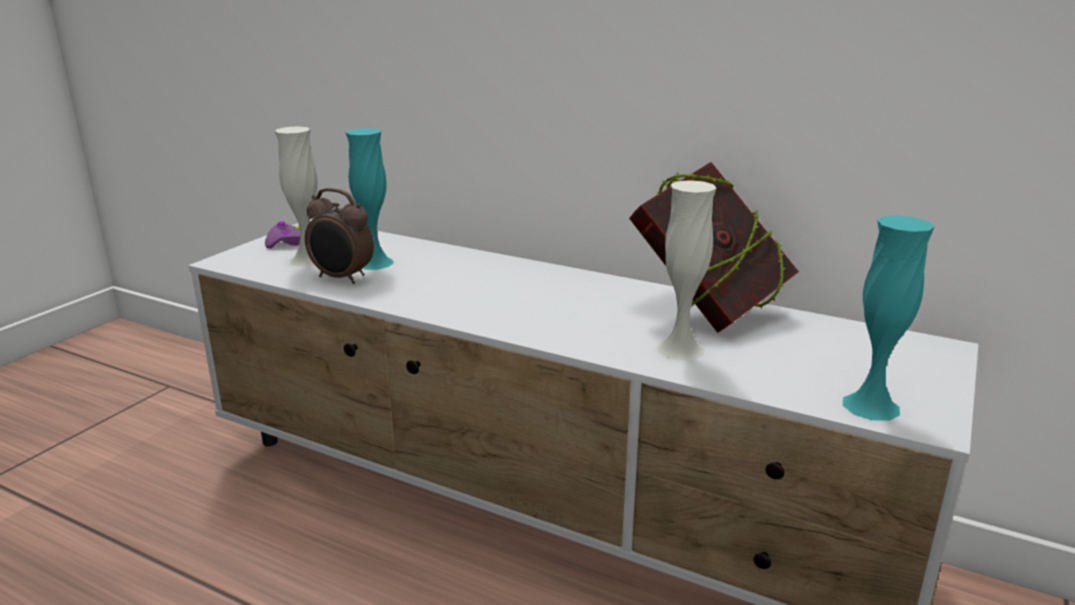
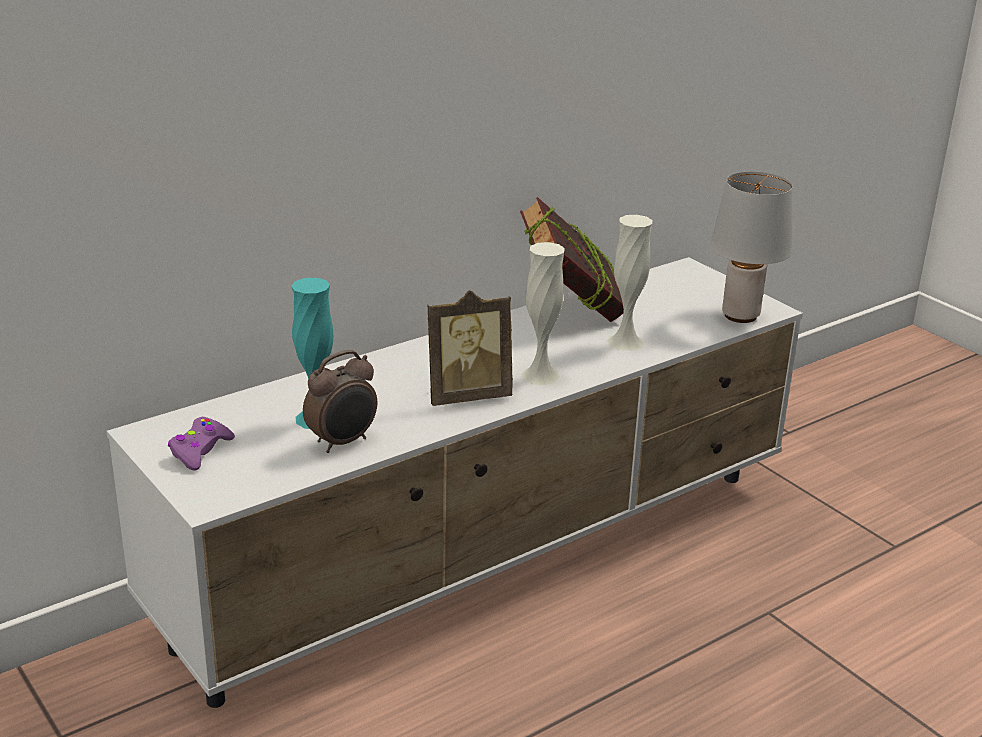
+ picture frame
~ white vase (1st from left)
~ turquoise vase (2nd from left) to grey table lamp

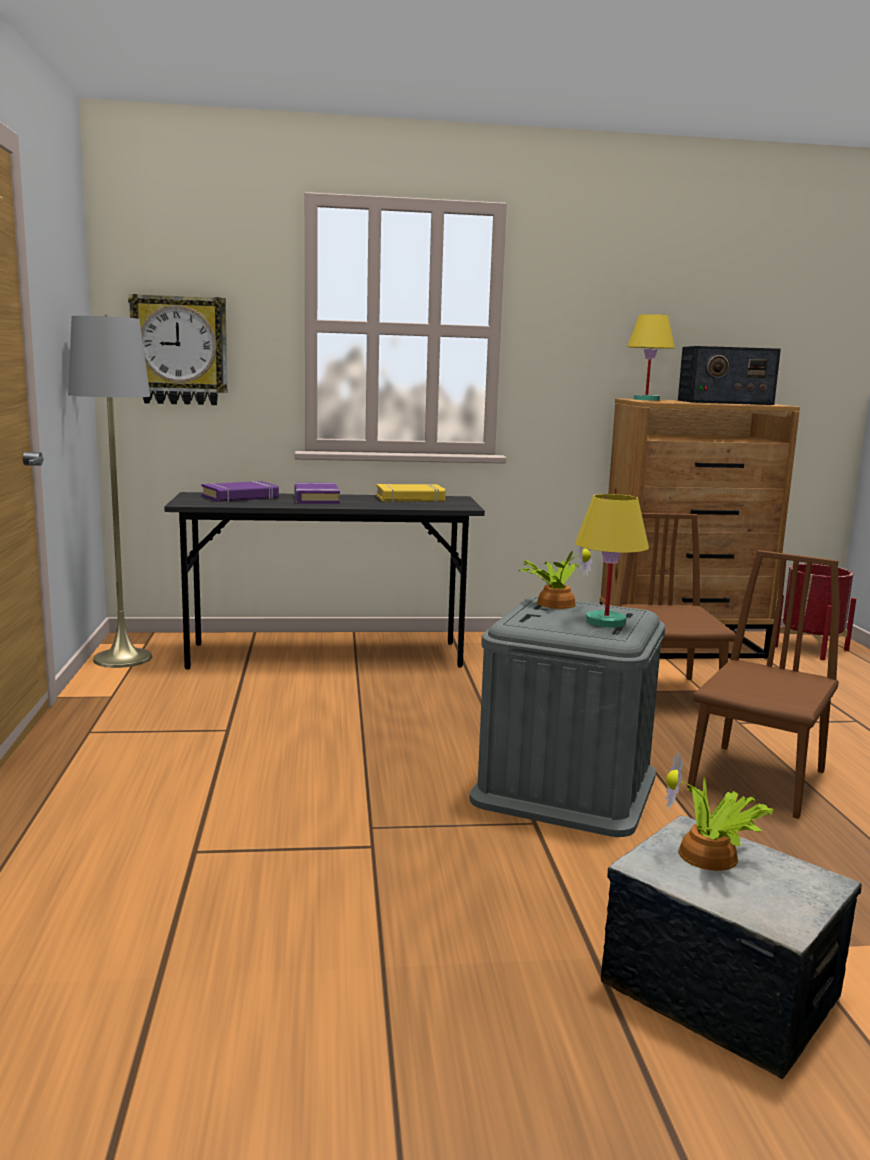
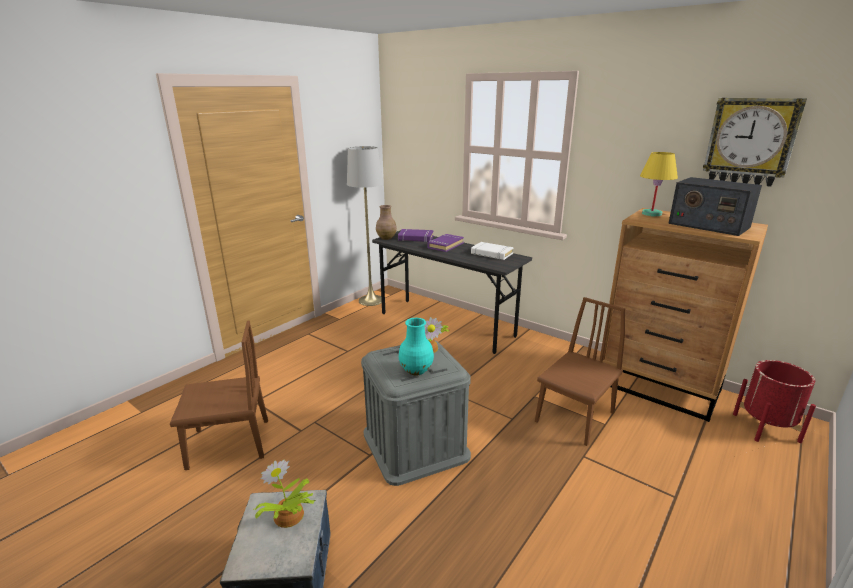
+ brown vase
~ wall clock
~ brown chair (2nd from left in the first image) to brown chair (1st from left)
~ yellow table lamp (1st from left) to turquoise vase
~ yellow book to white book

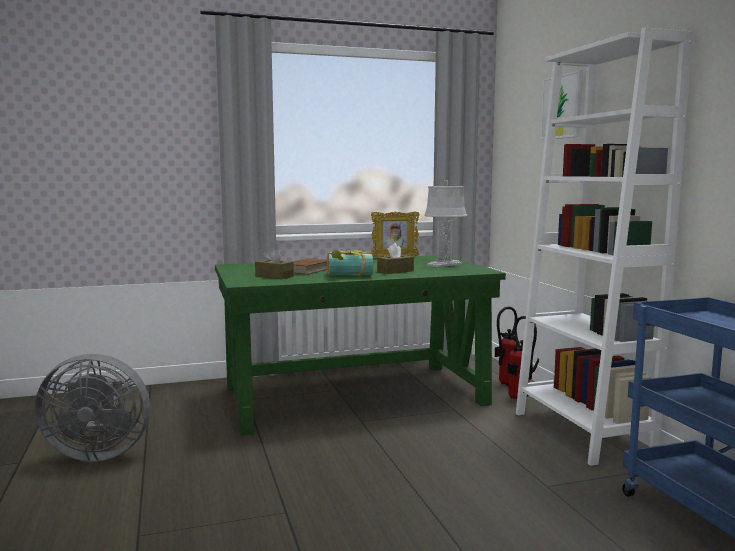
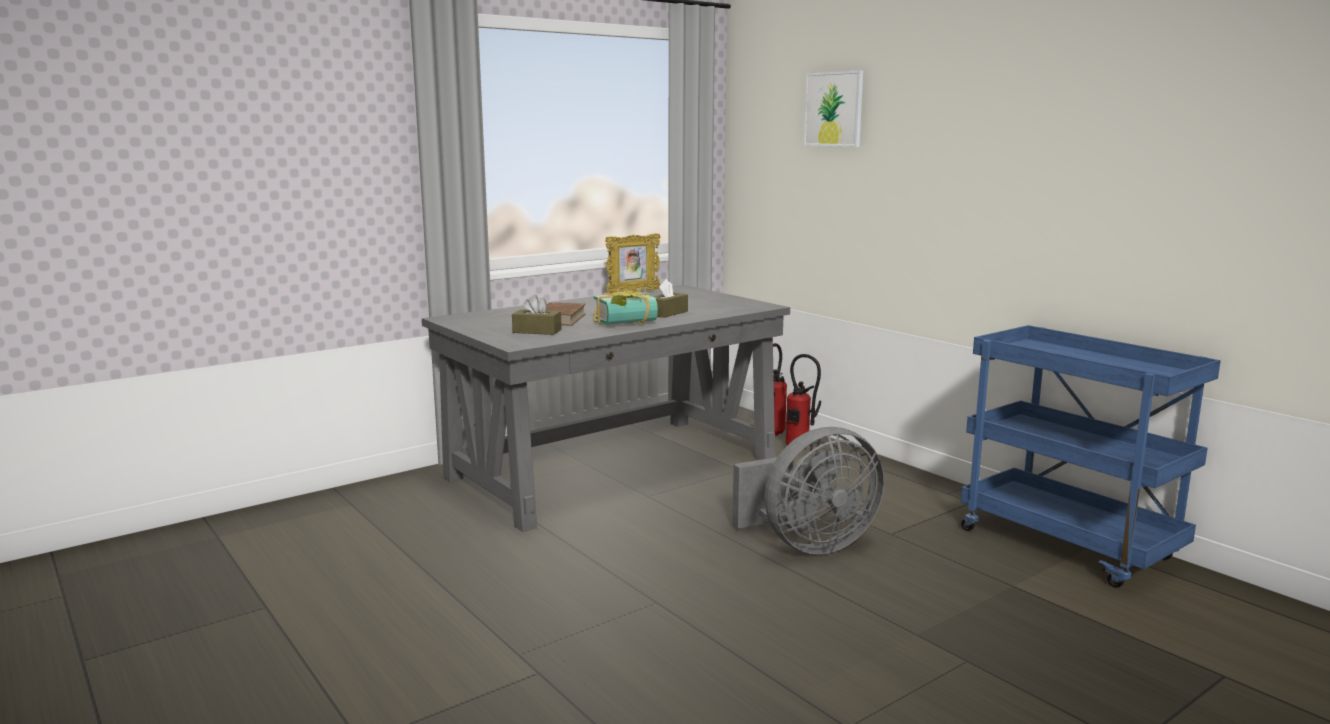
- grey table lamp
- white bookcase
~ grey fan
~ green desk to grey desk

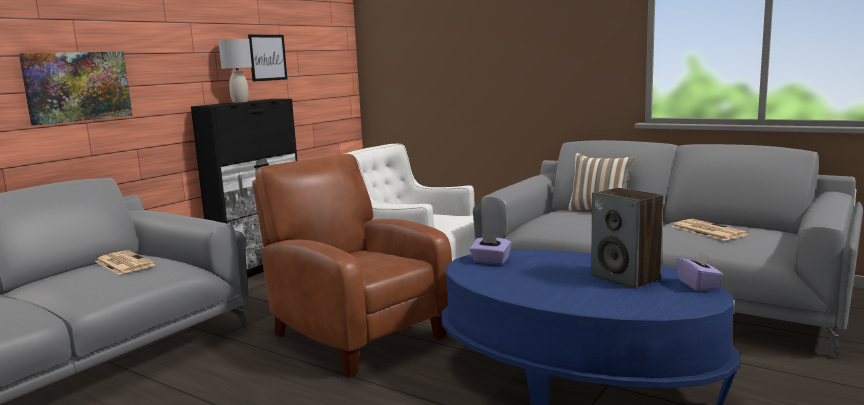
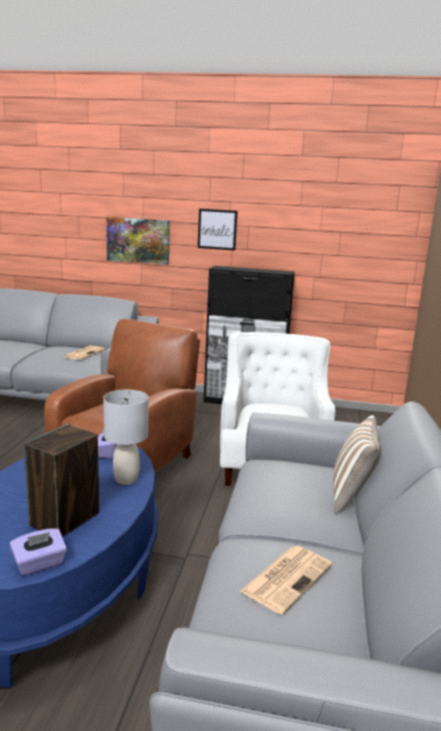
~ grey table lamp
~ picture (2nd from left)

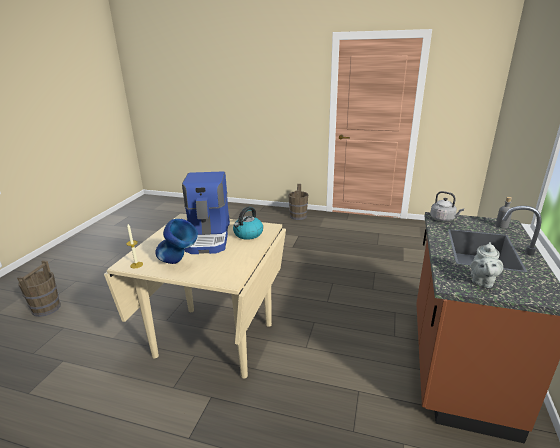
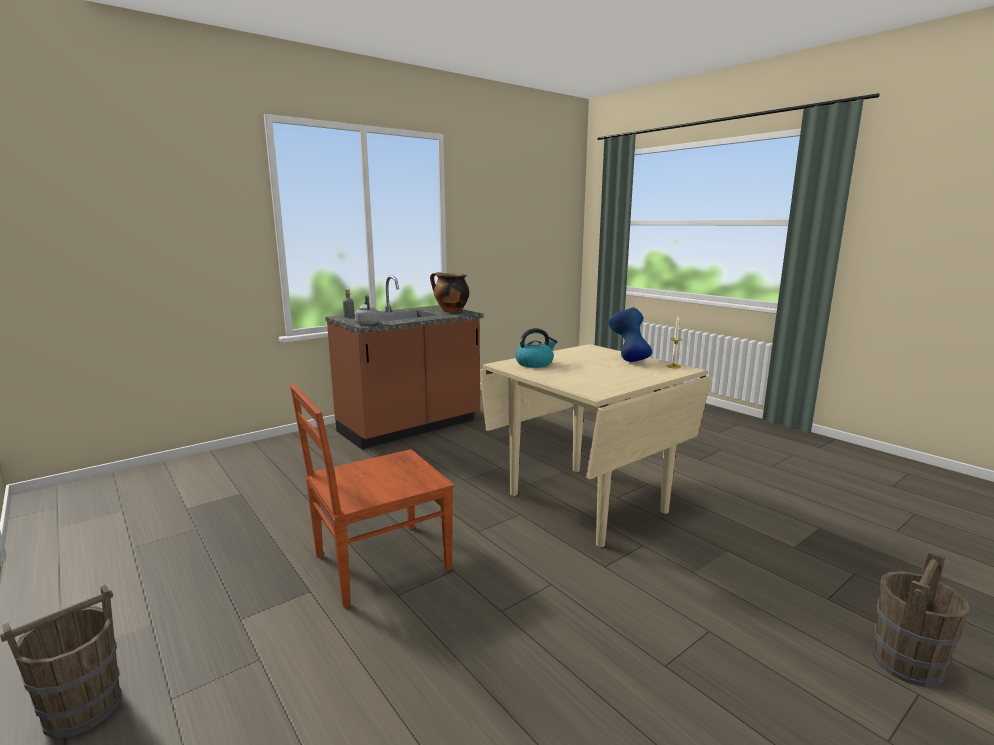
- coffee machine
+ brown chair
~ grey teapot to cooking pot

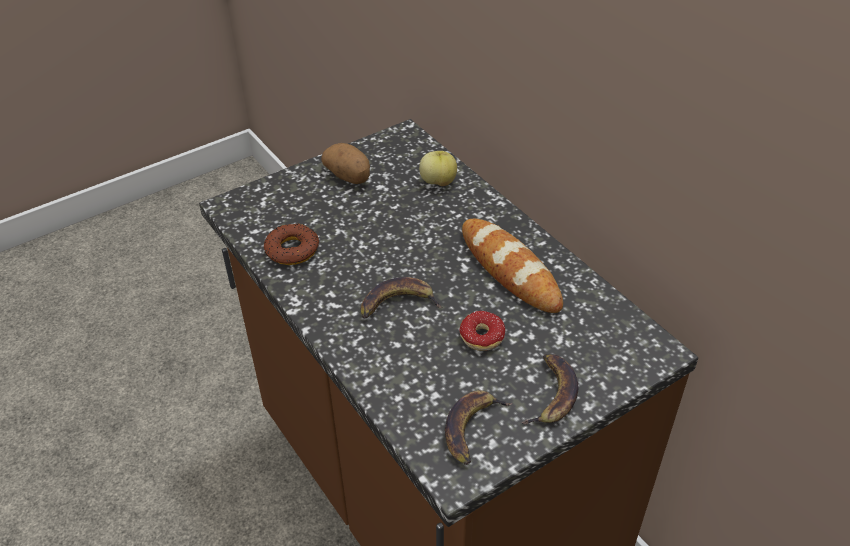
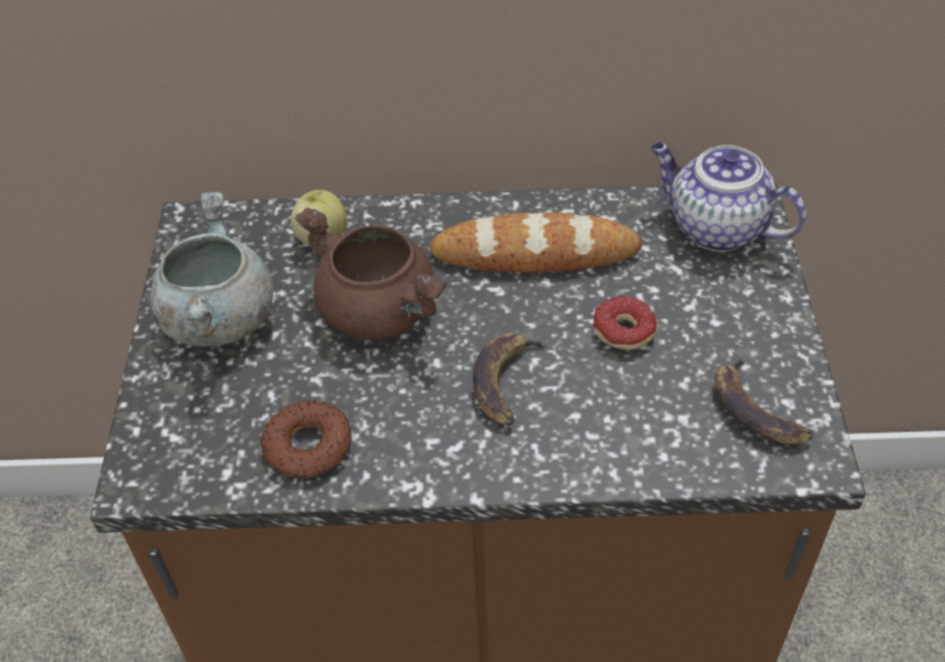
- banana (3rd from left)
+ brown cooking pot
+ teapot
~ potato to grey cooking pot

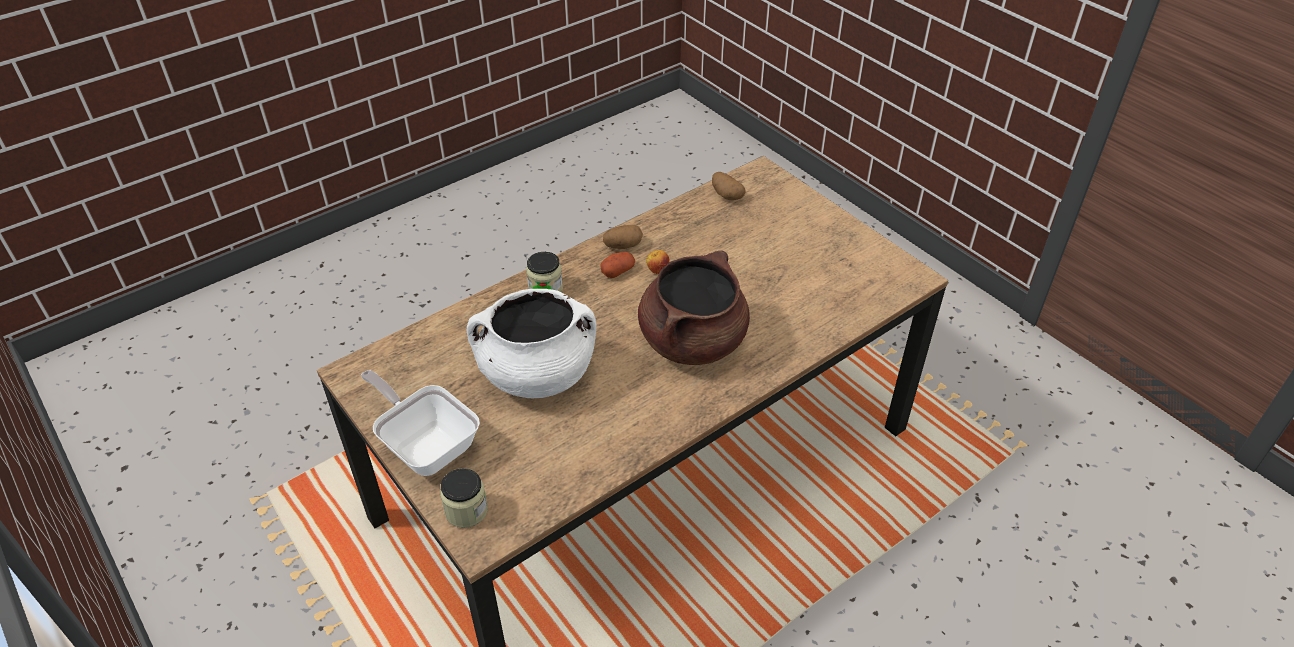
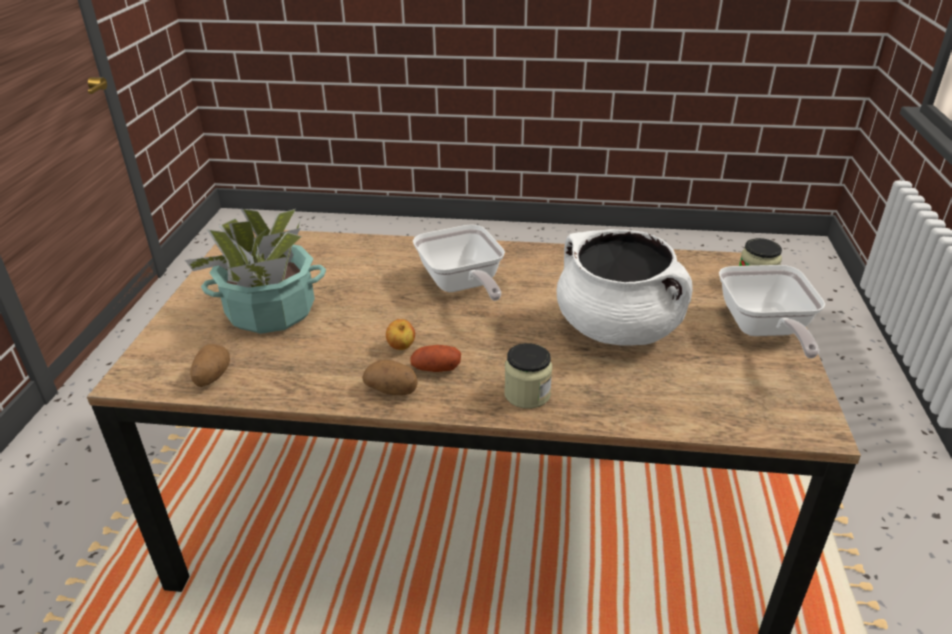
+ potted plant
~ brown cooking pot to frying pan (1st from left)

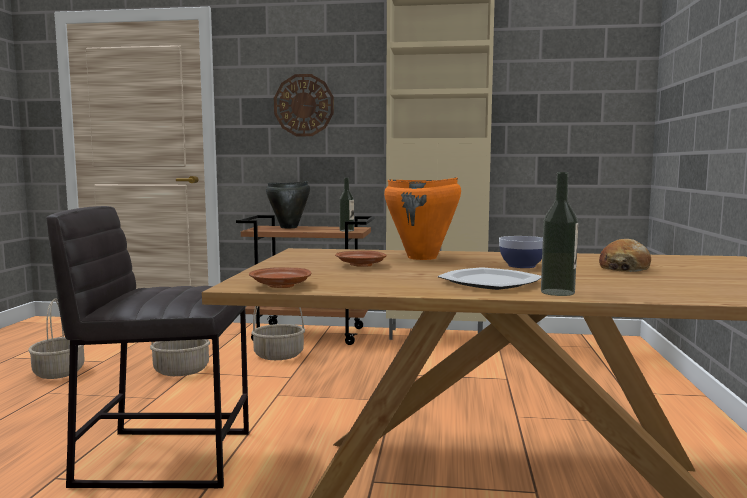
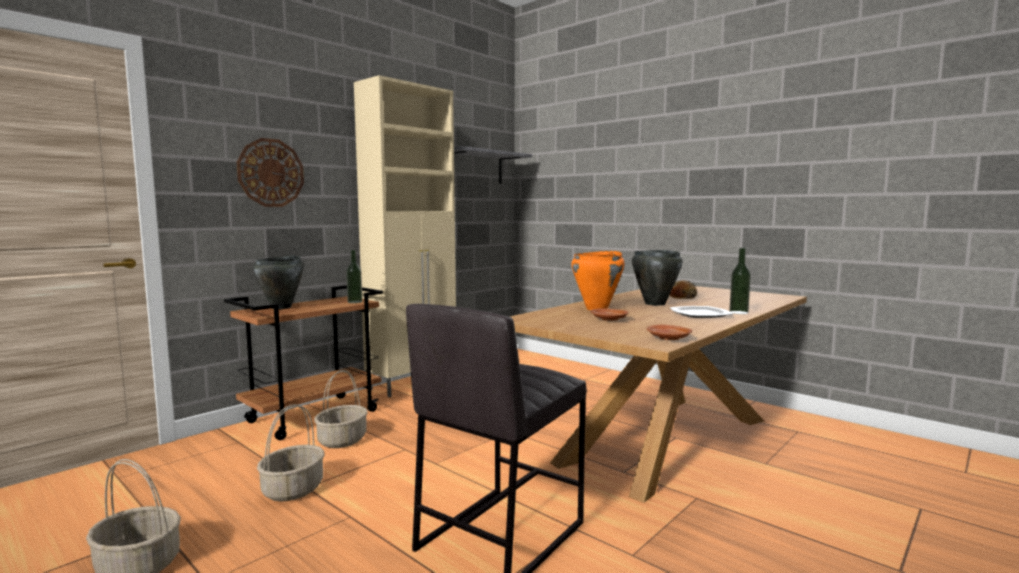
+ grey shelf
~ bowl to black cooking pot (2nd from left)

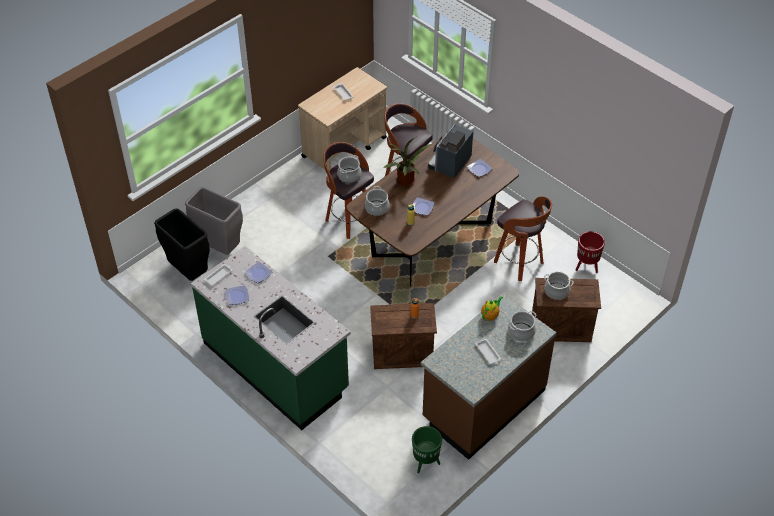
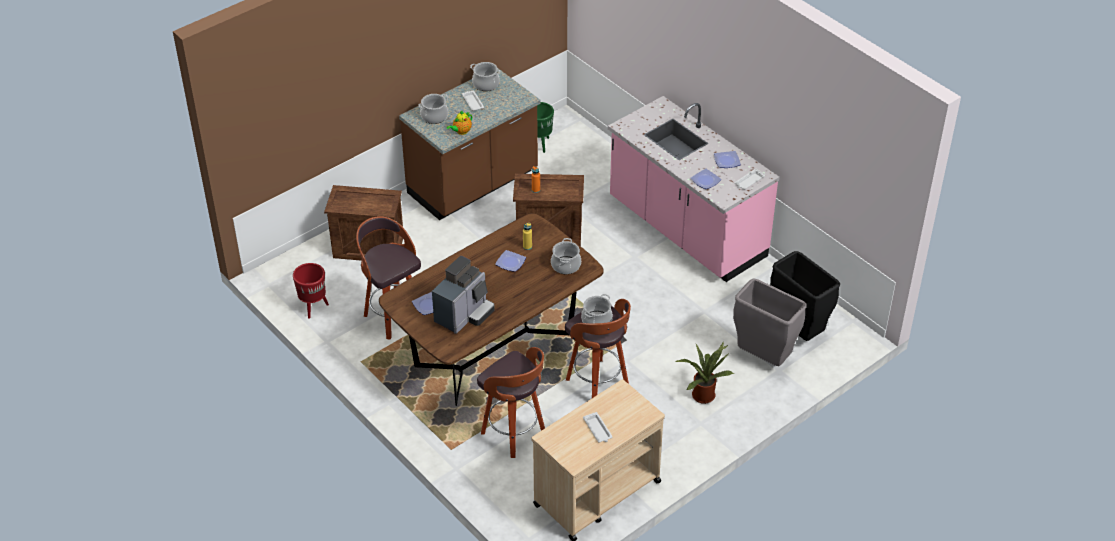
~ potted plant
~ cooking pot (4th from left in the first image) to cooking pot (2nd from left)
~ green counter to pink counter

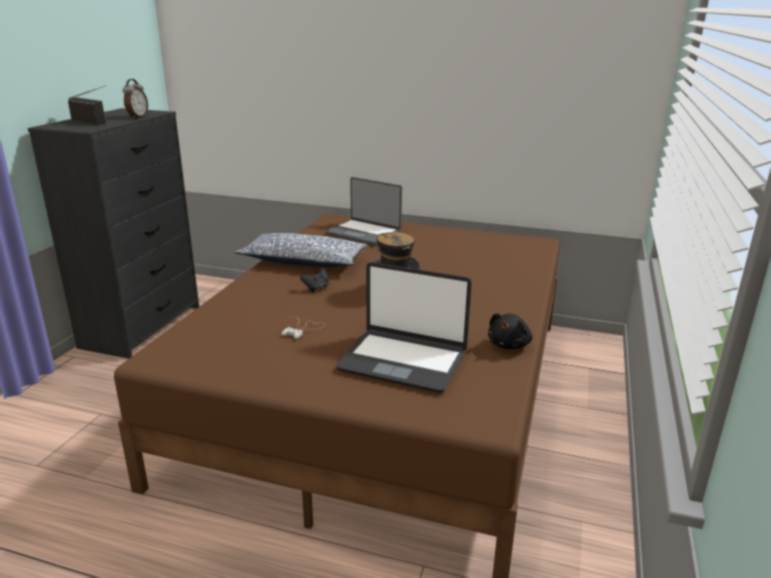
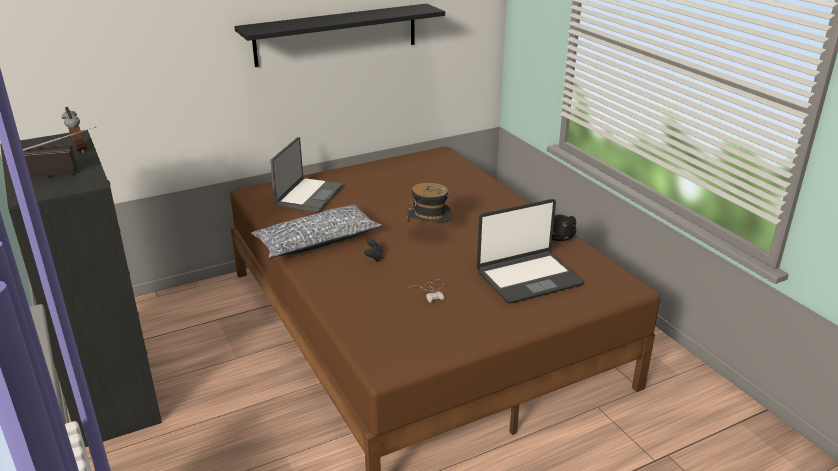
+ black shelf
~ laptop (1st from left) 60 degrees counterclockwise

